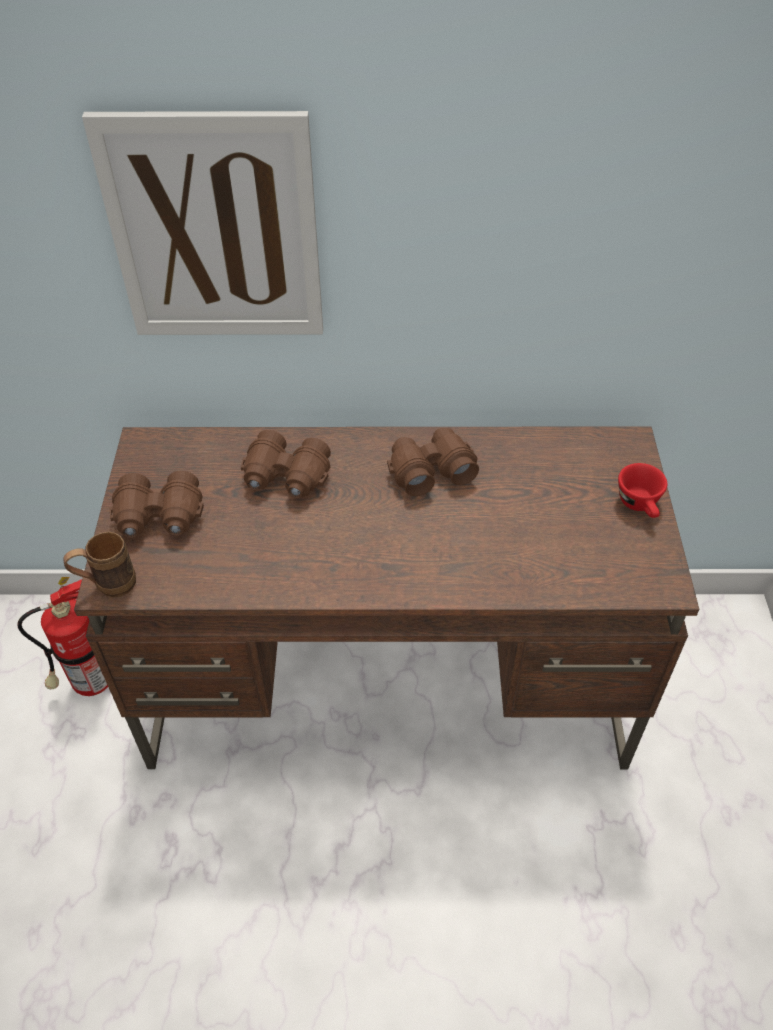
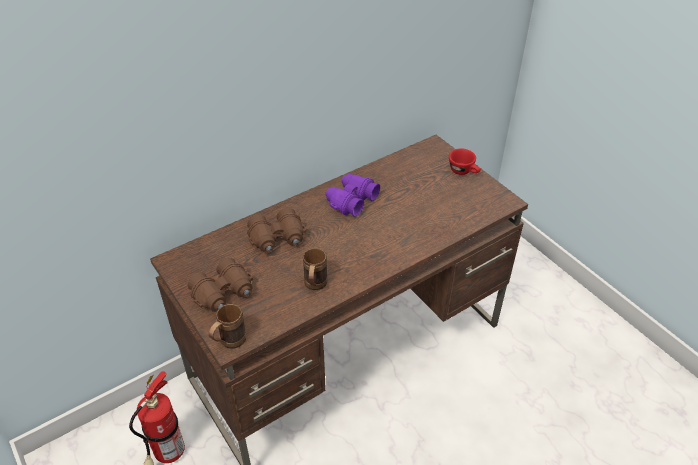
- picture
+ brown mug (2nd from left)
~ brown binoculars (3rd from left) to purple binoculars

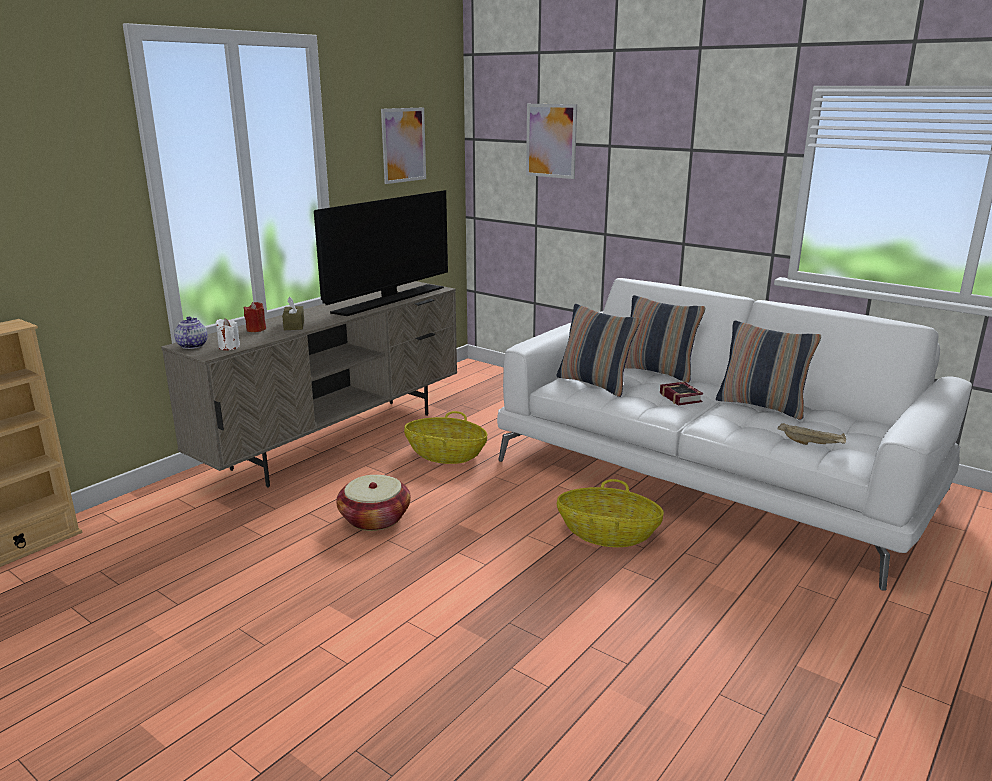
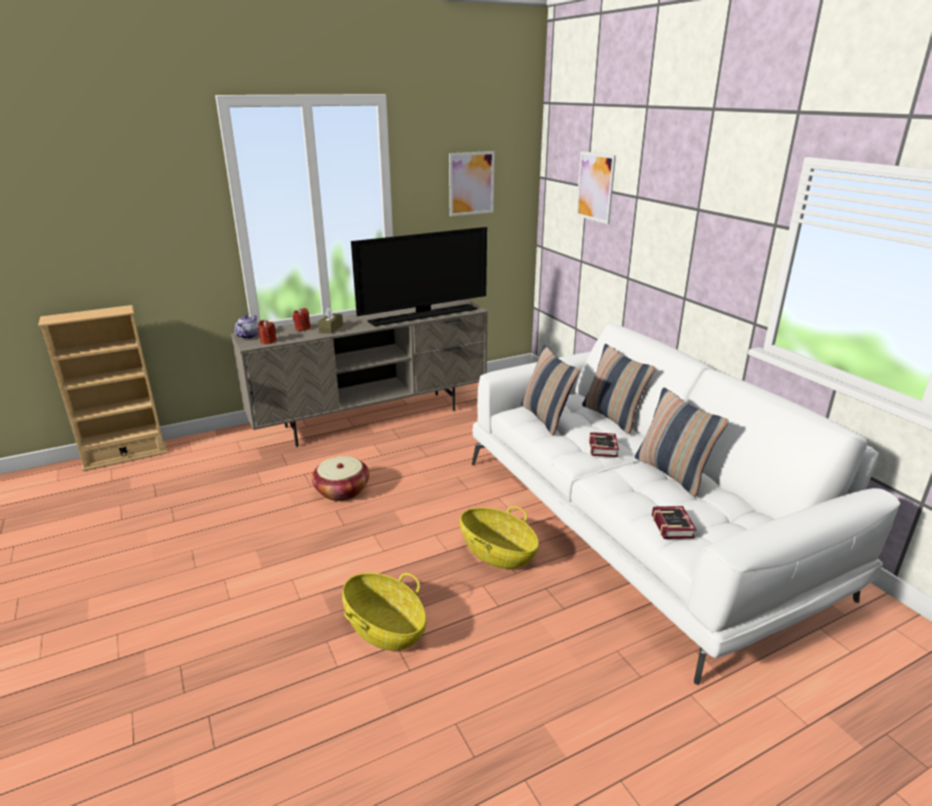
~ basket (2nd from left)
~ beige tray to book (2nd from left)
~ white candle to red candle (1st from left)

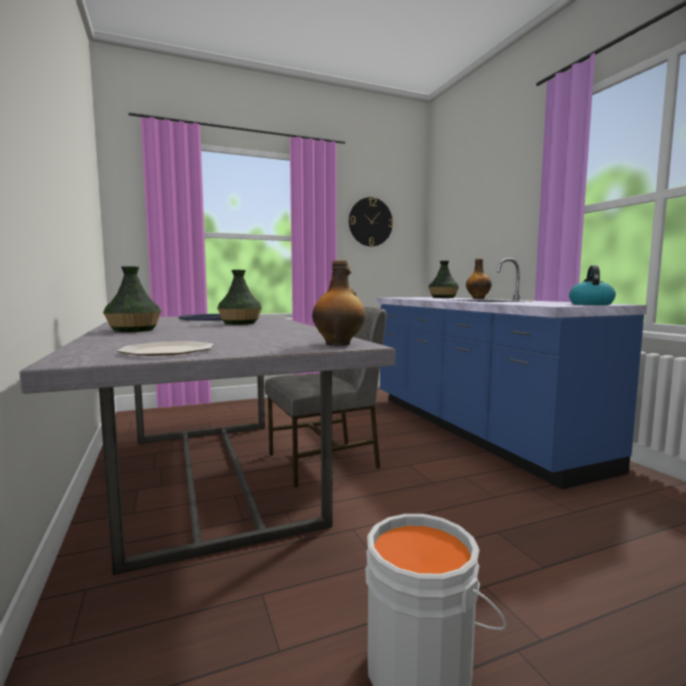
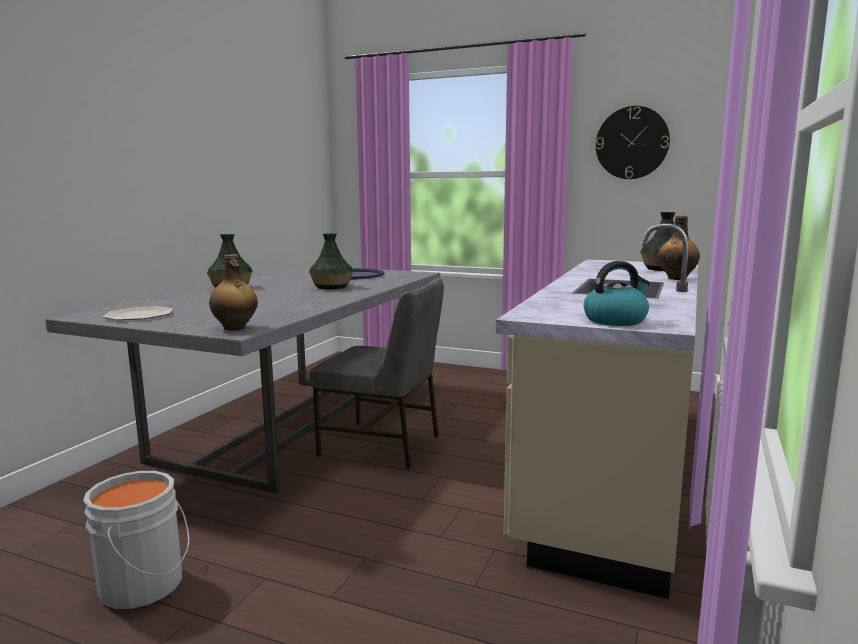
~ blue counter to beige counter

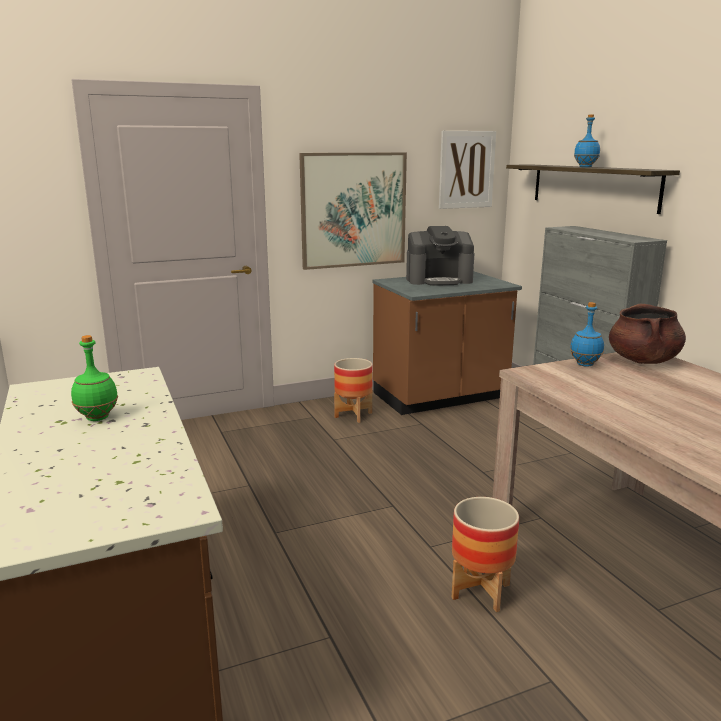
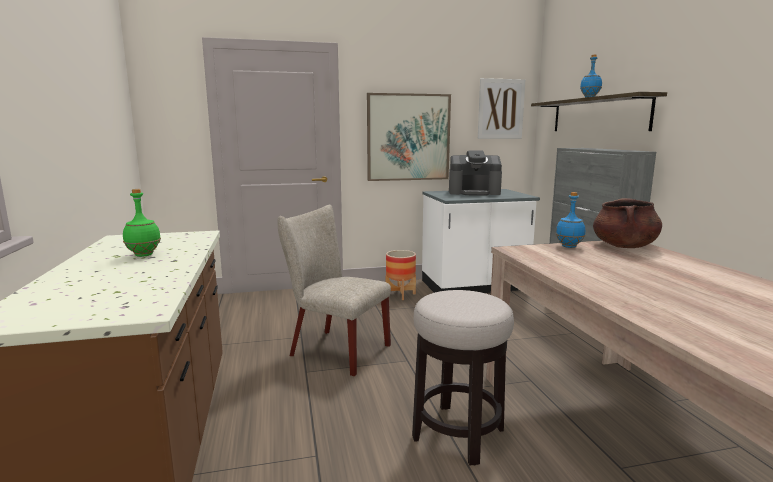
+ beige chair
~ planter (2nd from left) to stool
~ brown counter (2nd from left) to white counter

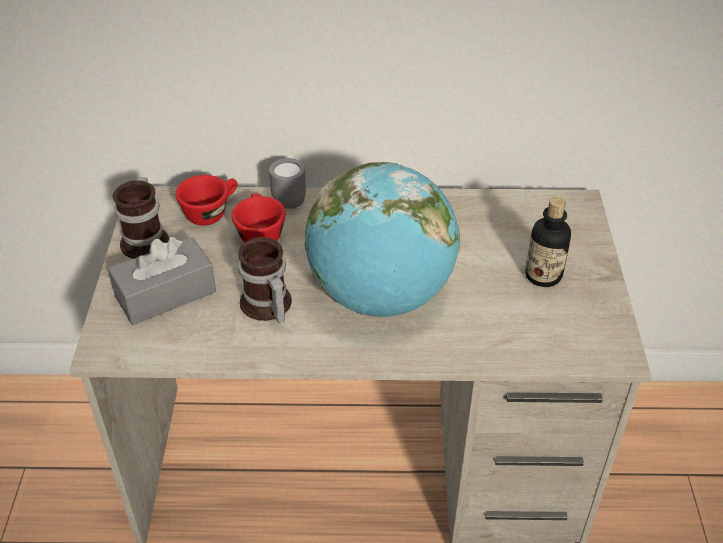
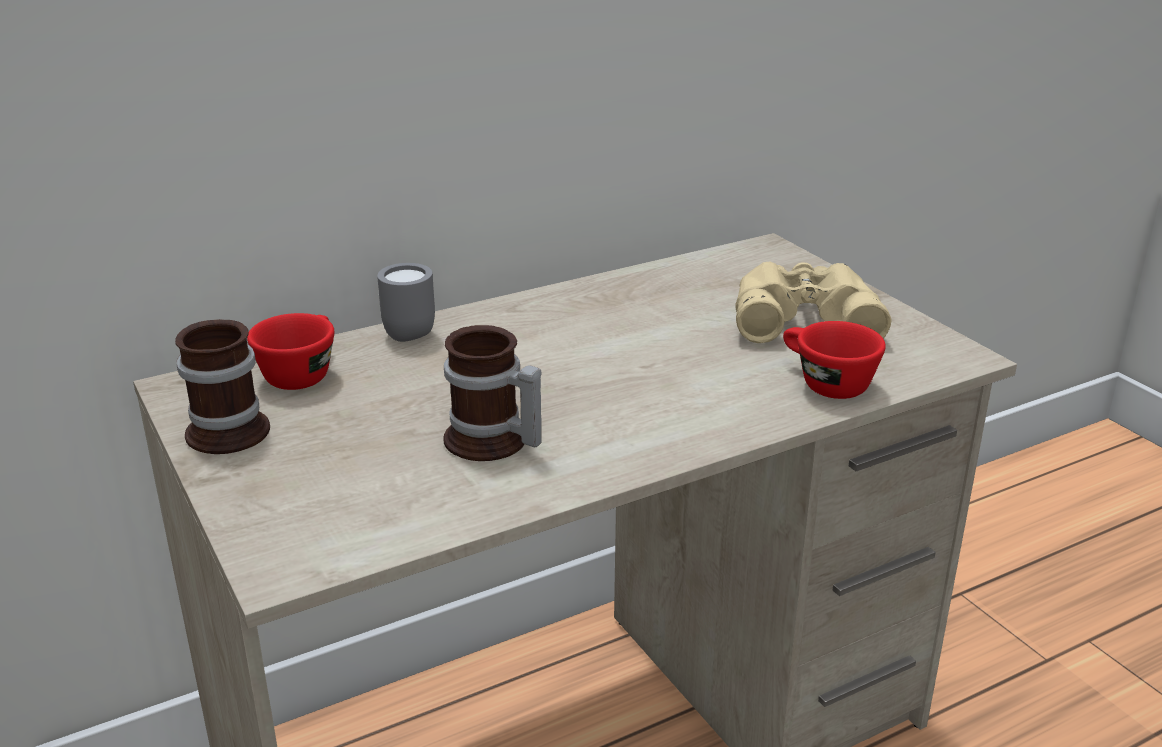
- grey tissue box
- globe
~ red cup (2nd from left)
~ bottle to beige binoculars

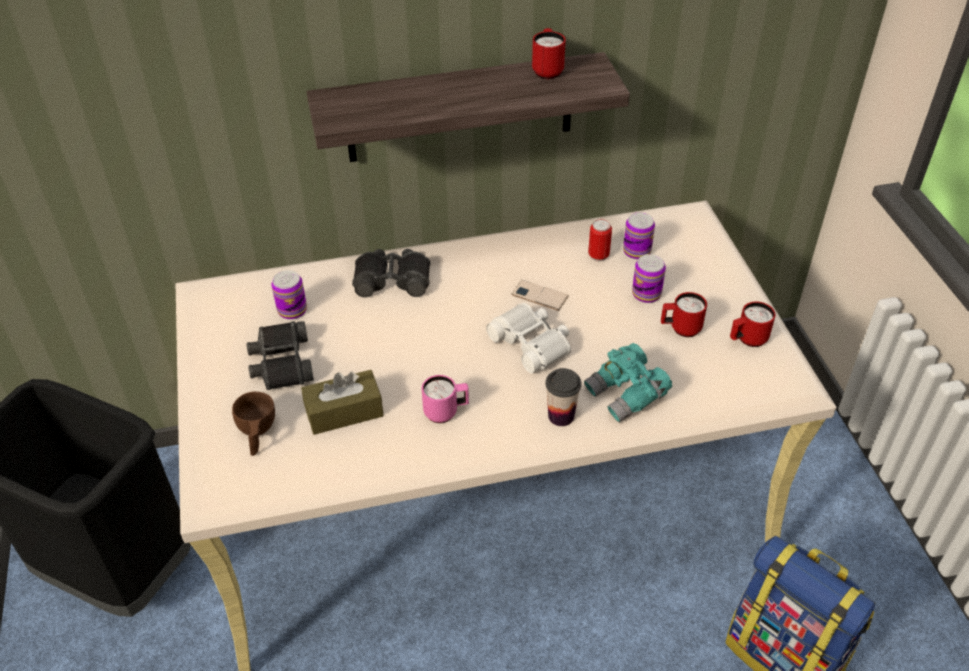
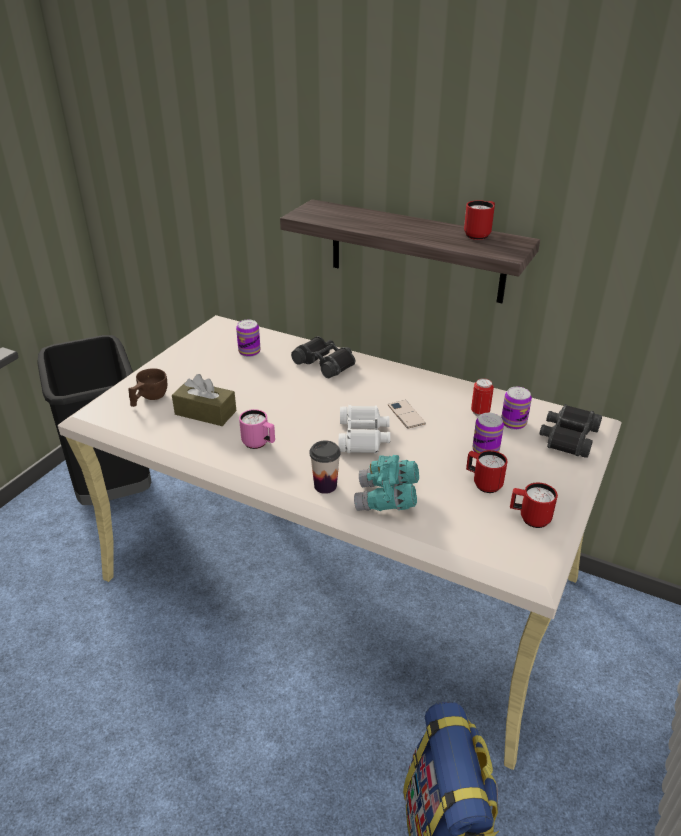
~ black binoculars (1st from left in the first image) to black binoculars (2nd from left)

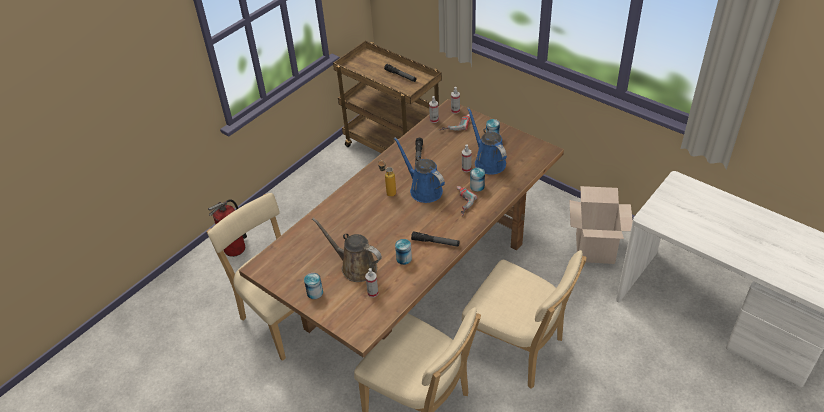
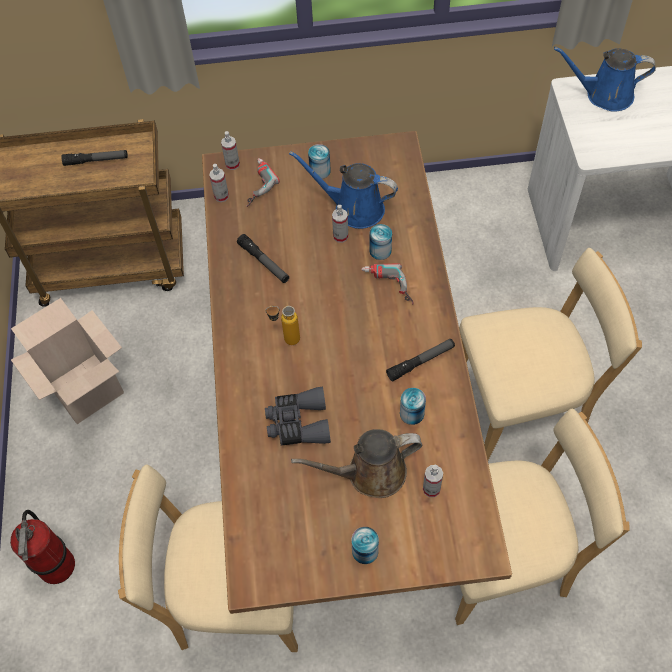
+ grey binoculars
~ blue watering can (1st from left in the first image) to blue watering can (2nd from left)
~ cardboard box

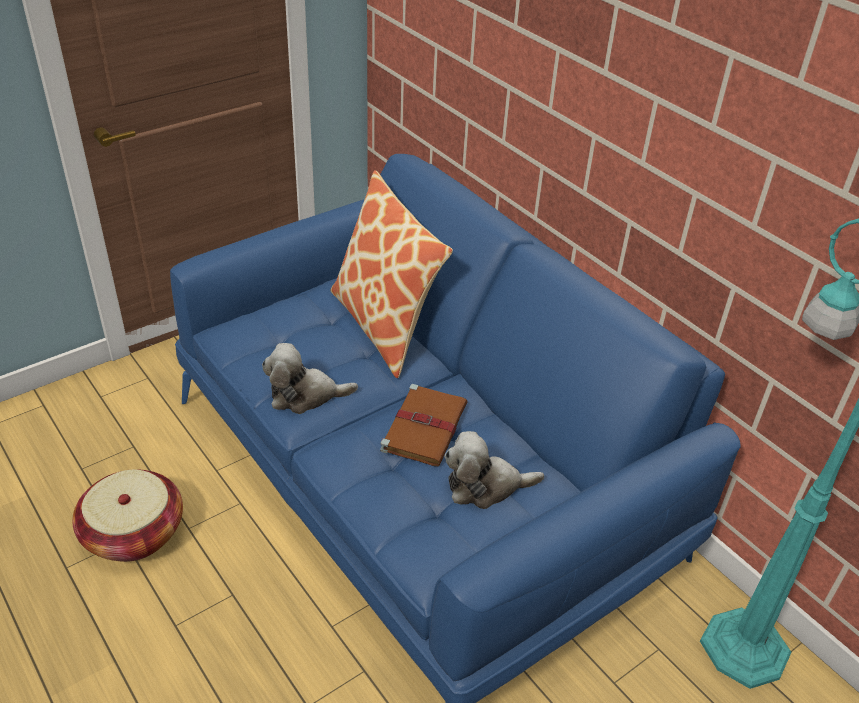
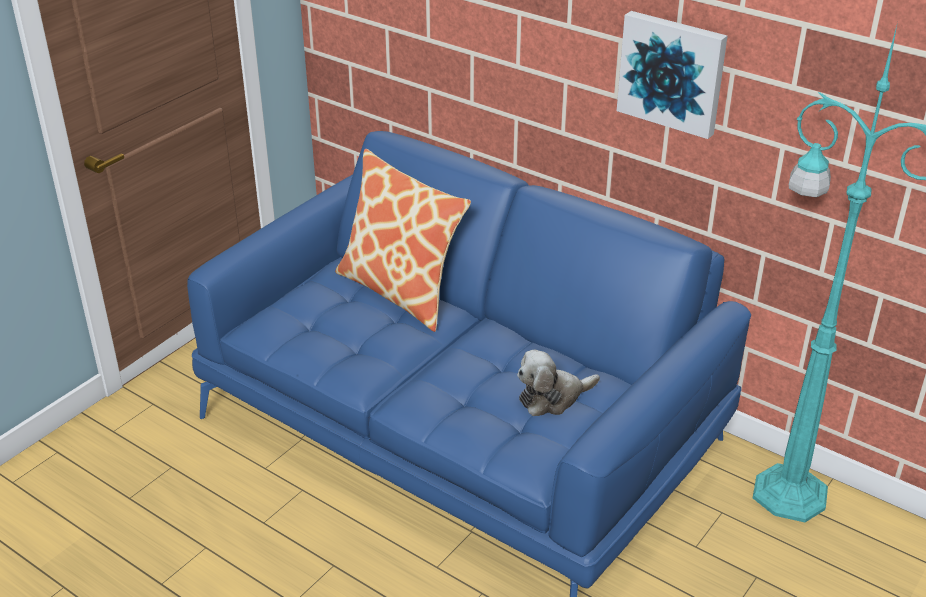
- basket
- plush toy (1st from left)
- brown book
+ picture

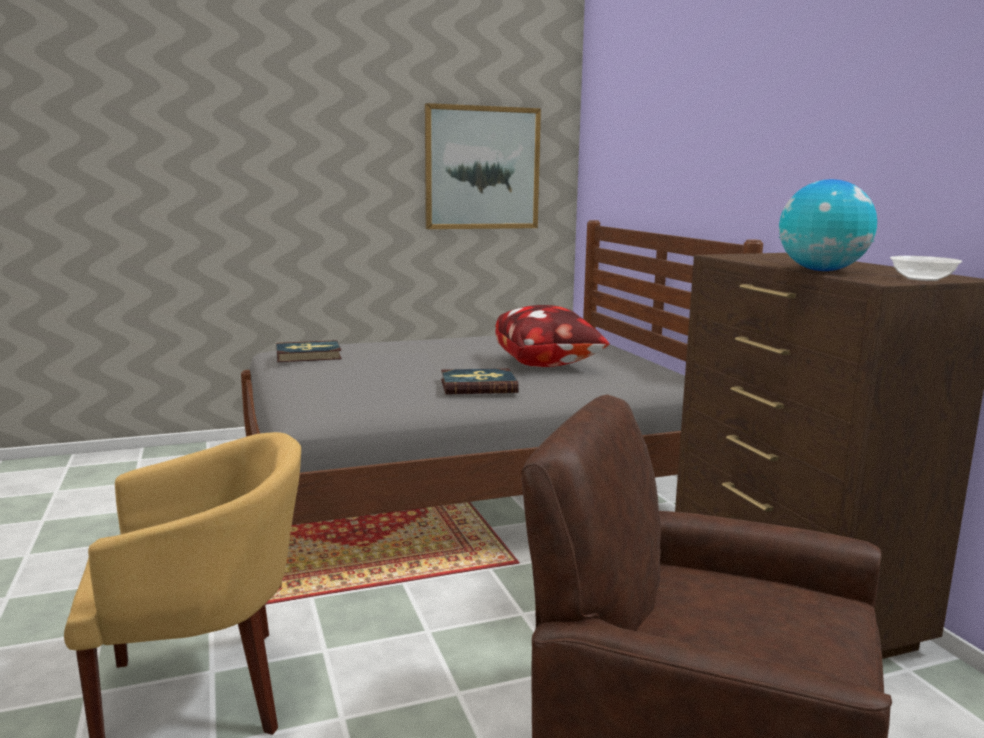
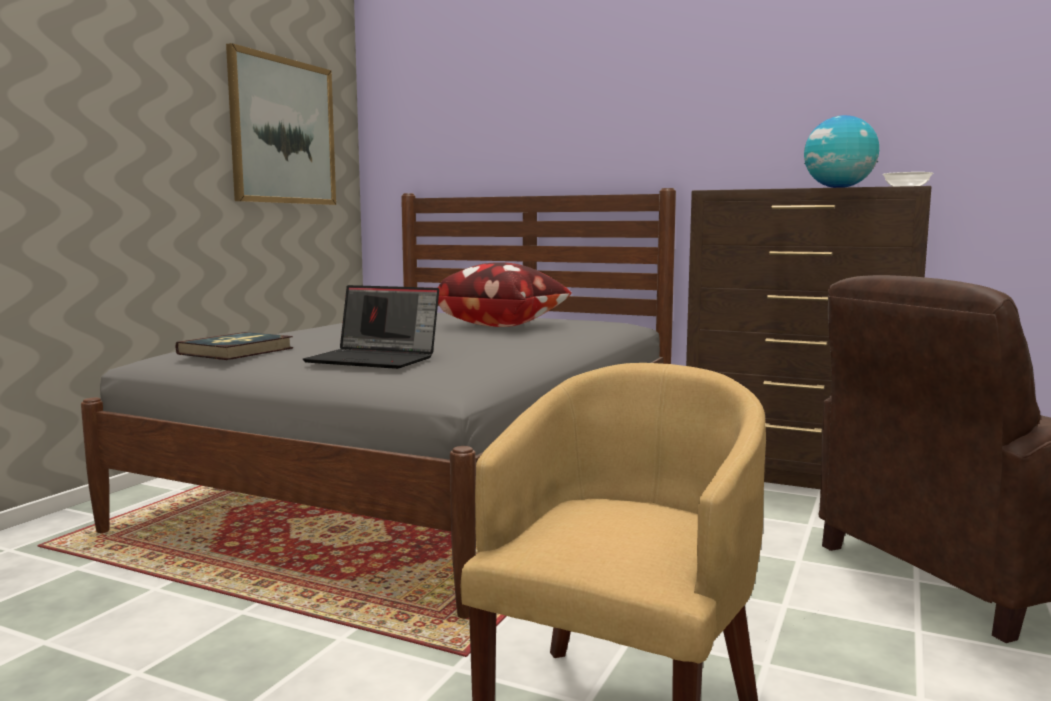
- book (2nd from left)
+ laptop

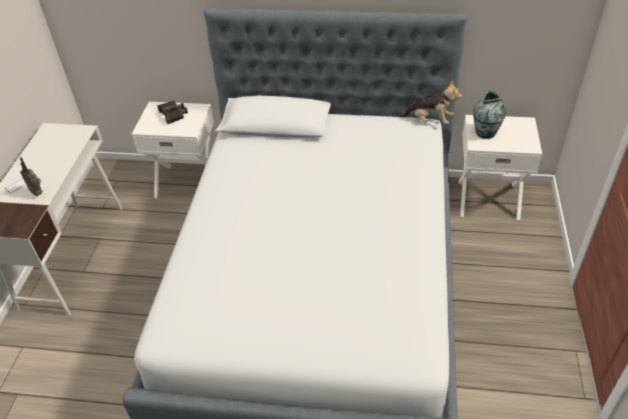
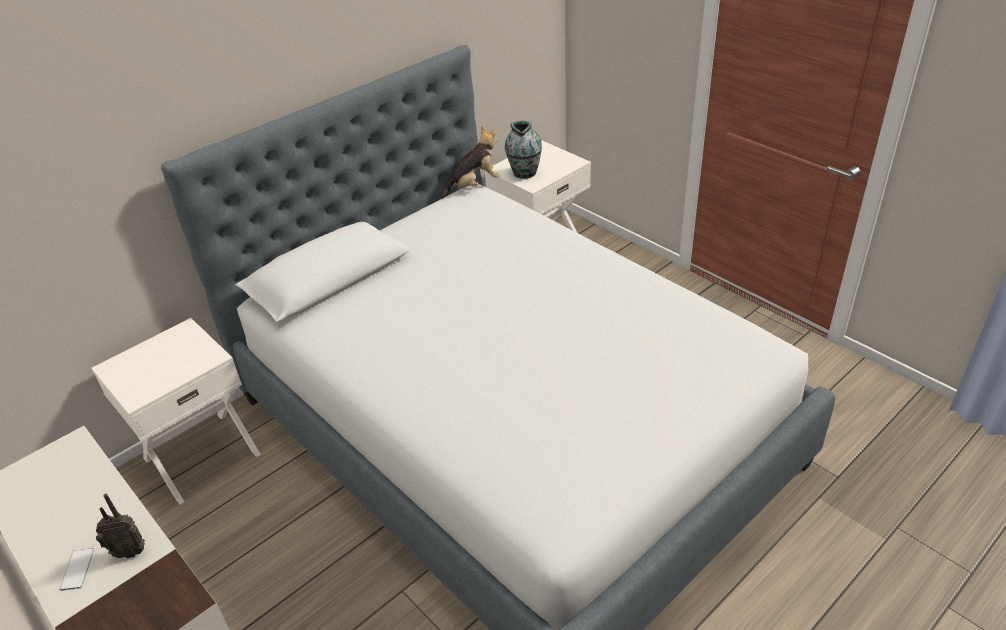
- binoculars

